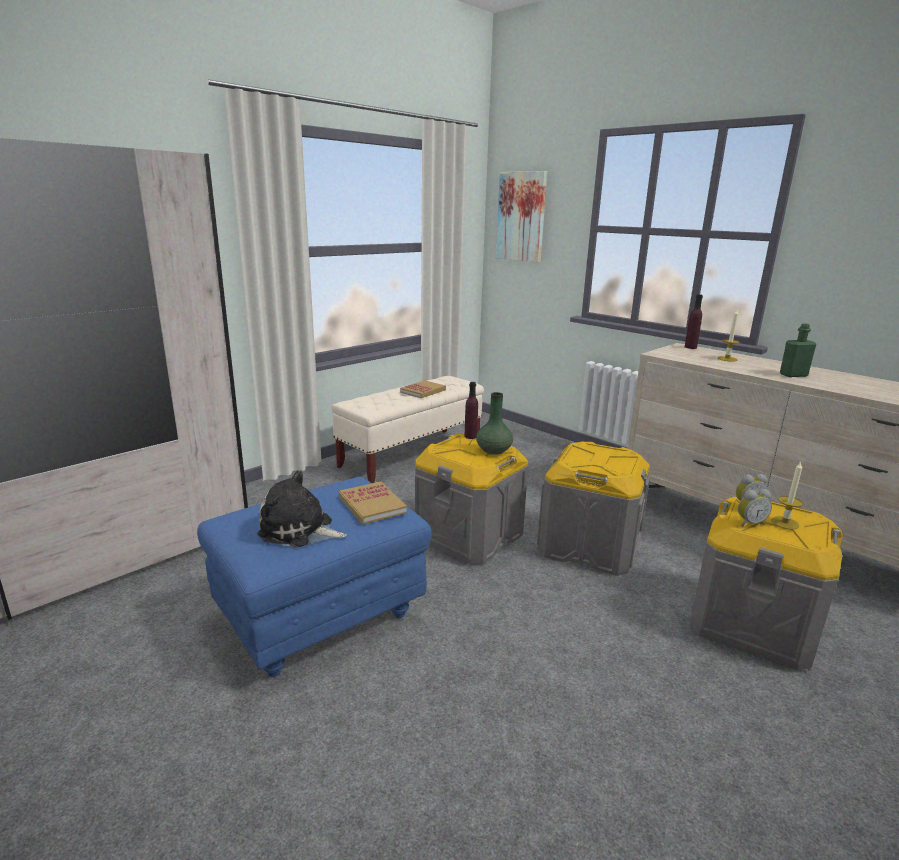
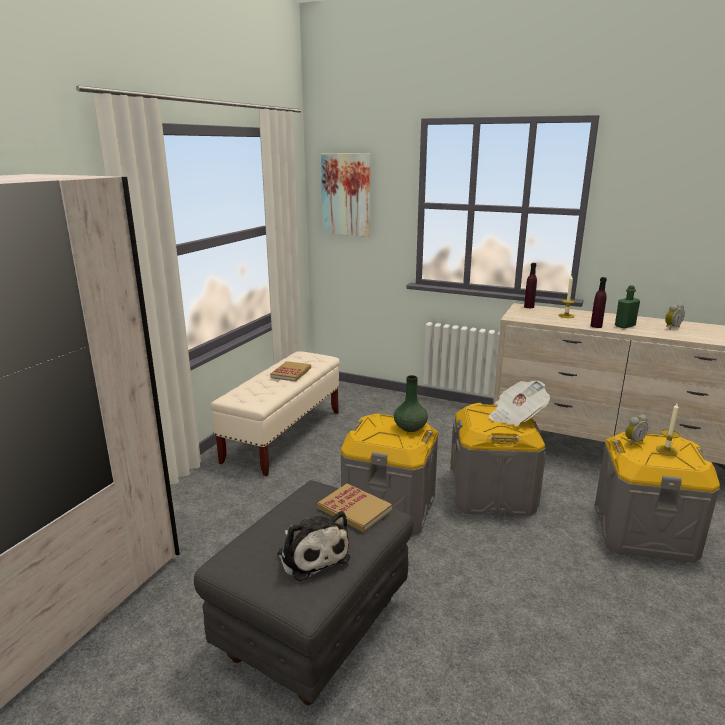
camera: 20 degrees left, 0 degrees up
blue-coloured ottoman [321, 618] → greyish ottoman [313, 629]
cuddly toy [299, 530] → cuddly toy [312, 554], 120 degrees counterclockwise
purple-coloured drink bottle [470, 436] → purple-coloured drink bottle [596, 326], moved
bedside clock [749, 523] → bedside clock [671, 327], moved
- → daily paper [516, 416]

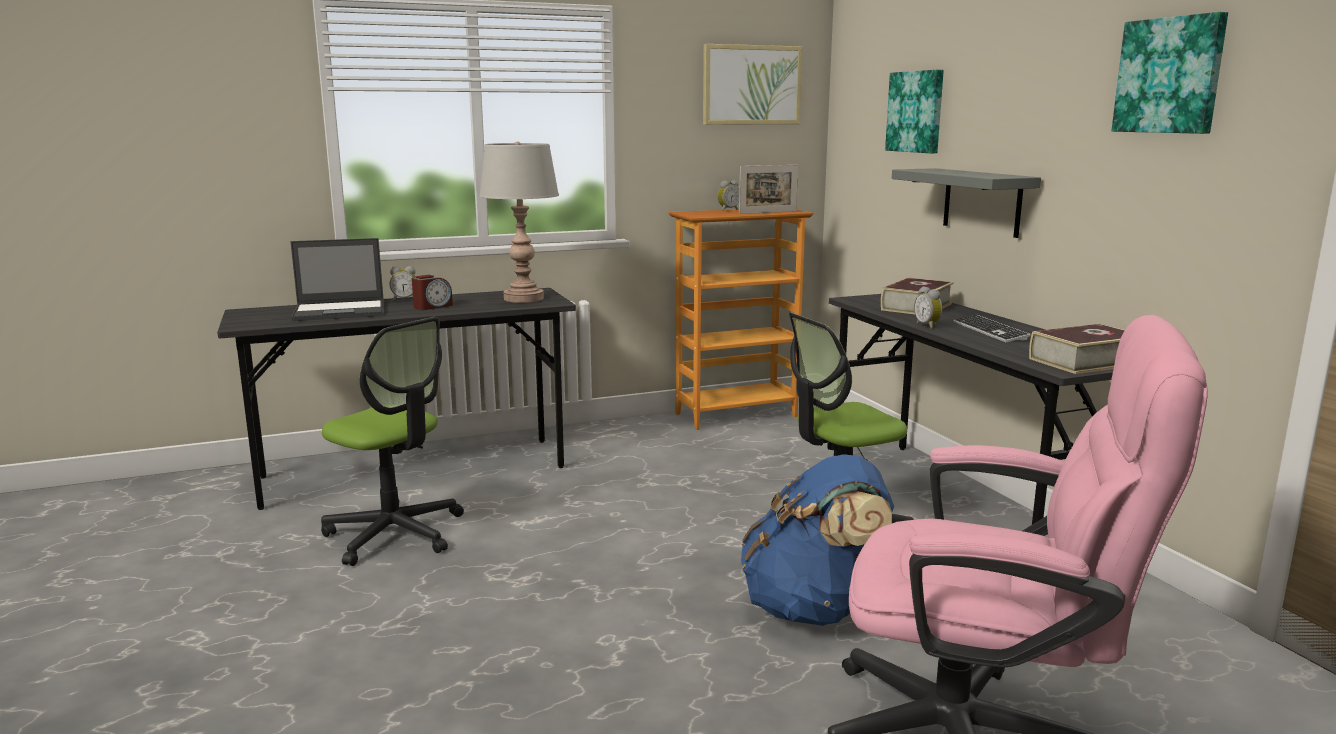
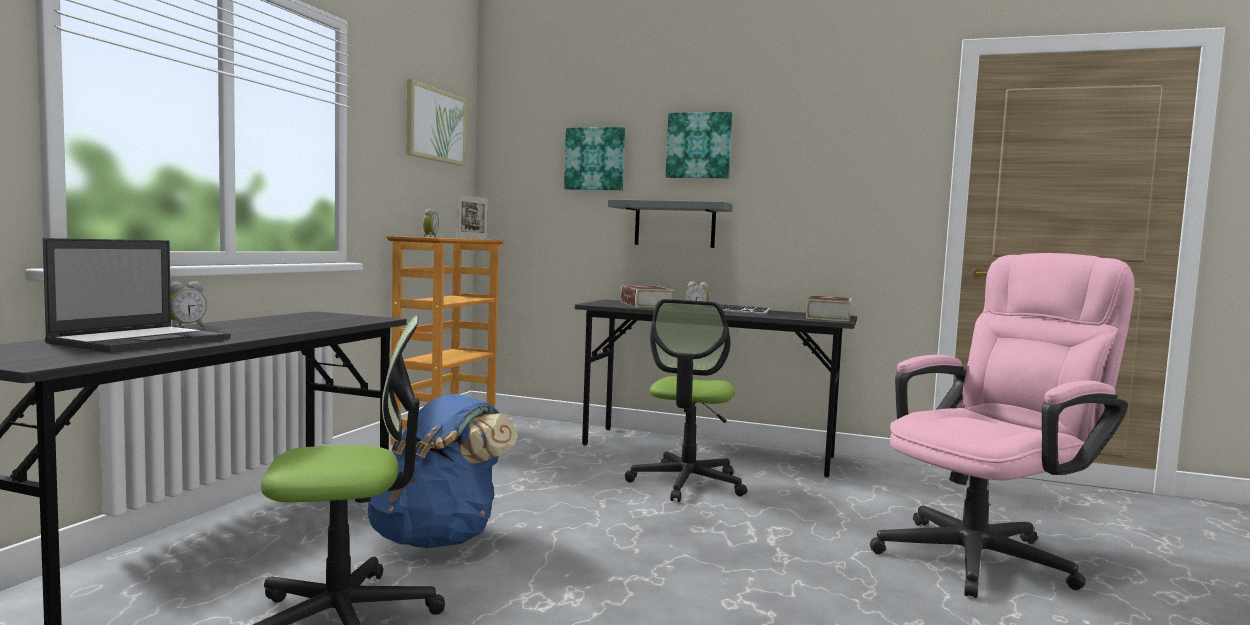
camera: 50 degrees left, 10 degrees down
bedside clock [432, 306] → -
greyish lamp for a table [523, 298] → -
blue-coloured rucksack [813, 608] → blue-coloured rucksack [438, 538], moved
wall art [1170, 75] → wall art [699, 145], moved

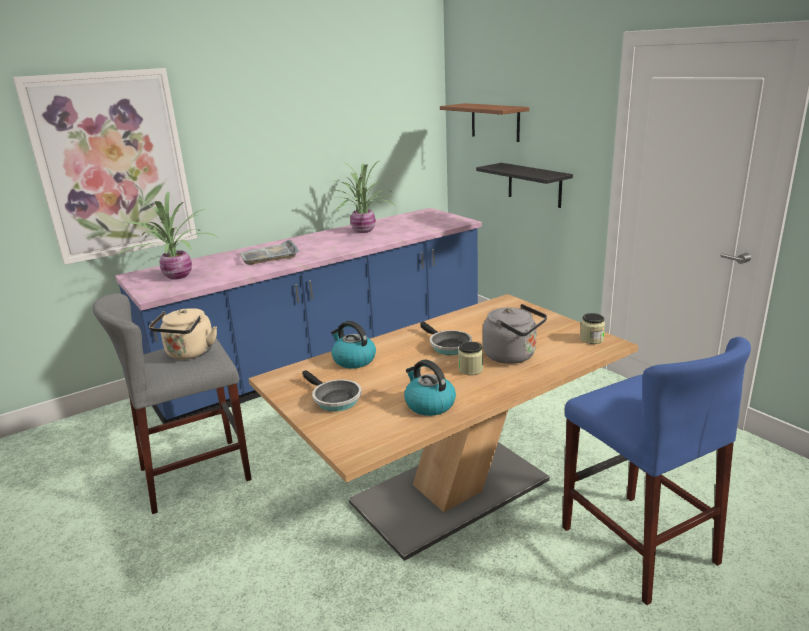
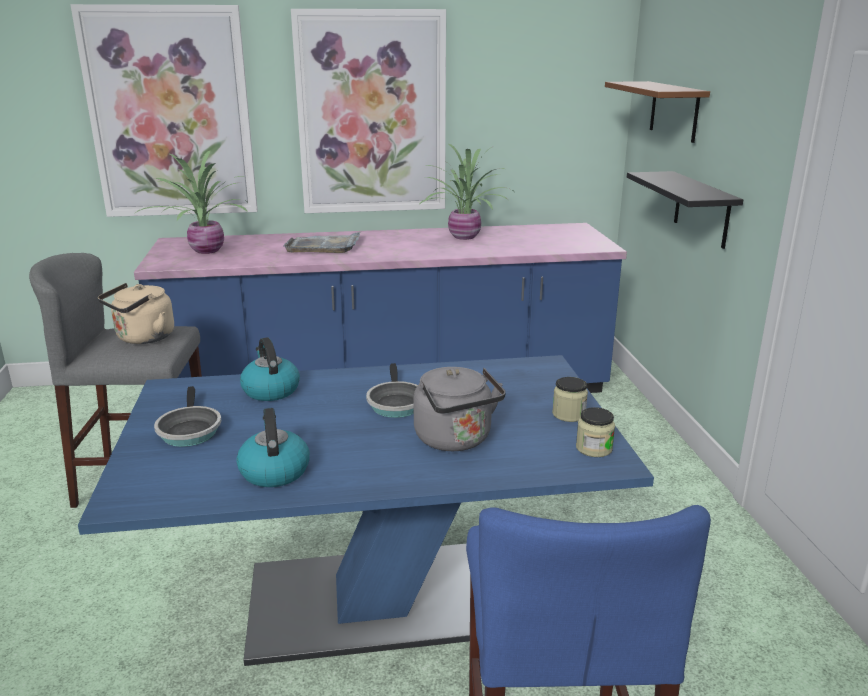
camera: 25 degrees right, 0 degrees up
brown kitchen table [450, 491] → blue-coloured kitchen table [376, 600]
jar [470, 369] → jar [569, 414], moved
- → wall art [372, 114]

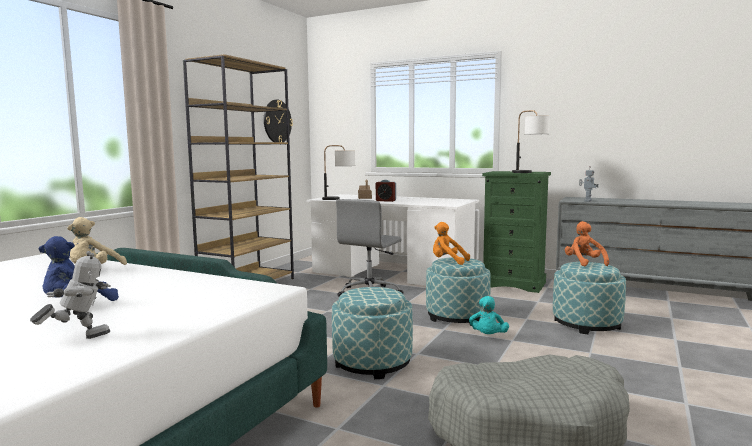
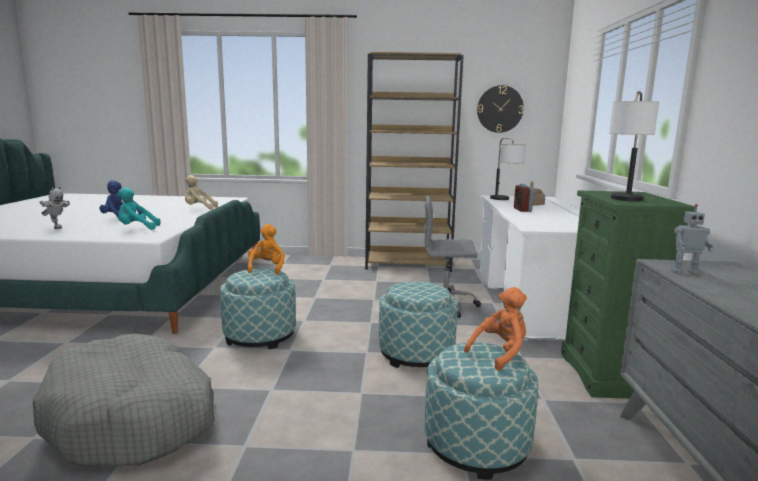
camera: 65 degrees right, 5 degrees up
orange-coloured cuddly toy [447, 262] → orange-coloured cuddly toy [266, 268], moved
turquoise cuddly toy [488, 336] → turquoise cuddly toy [136, 228], moved

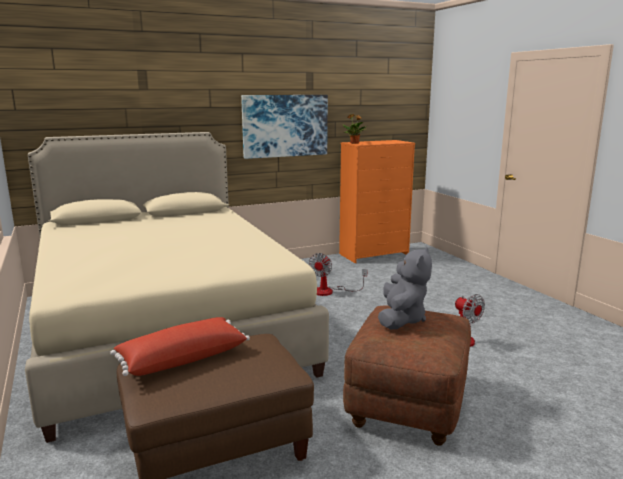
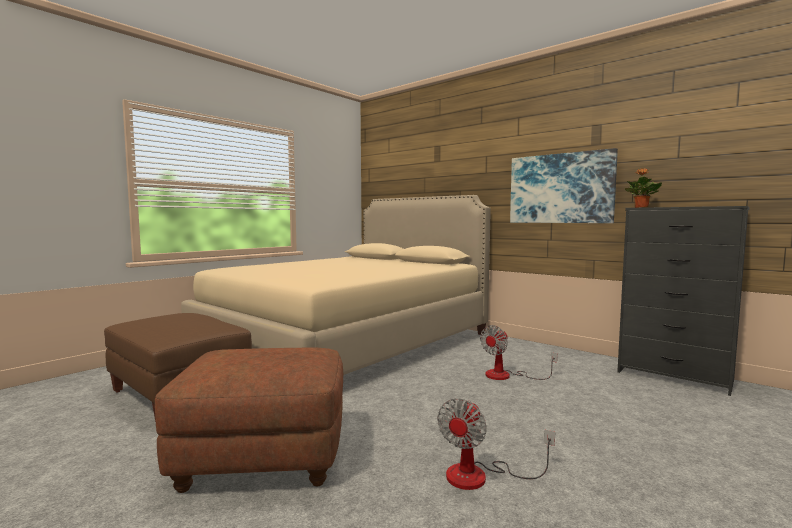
camera: 65 degrees right, 10 degrees down
red-coloured throw pillow [182, 358] → -
fan [330, 291] → fan [507, 376], 45 degrees counterclockwise
orange-coloured dresser [374, 254] → blackish dresser [675, 376]
greyish cuddly toy [401, 319] → -

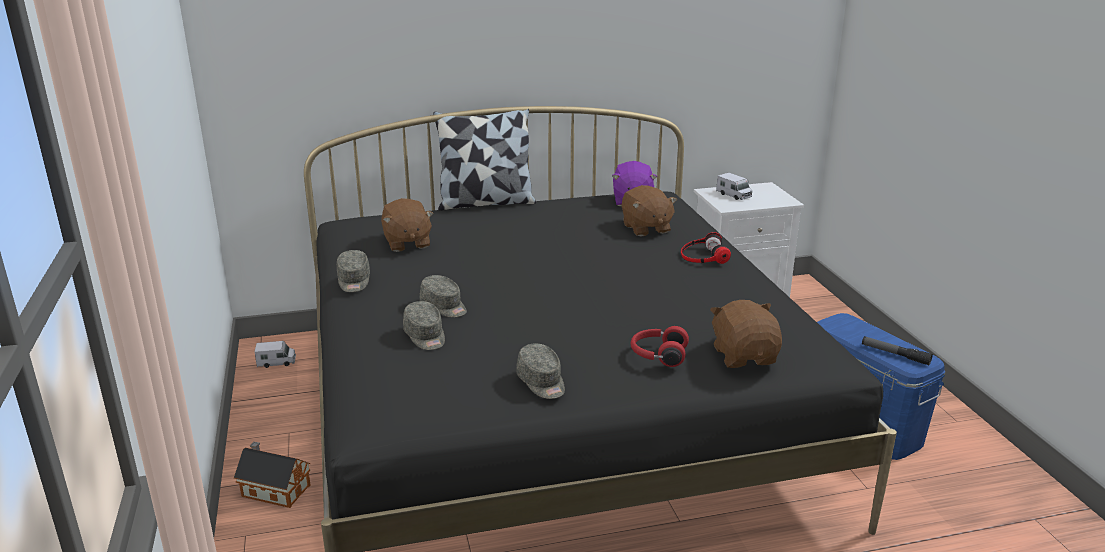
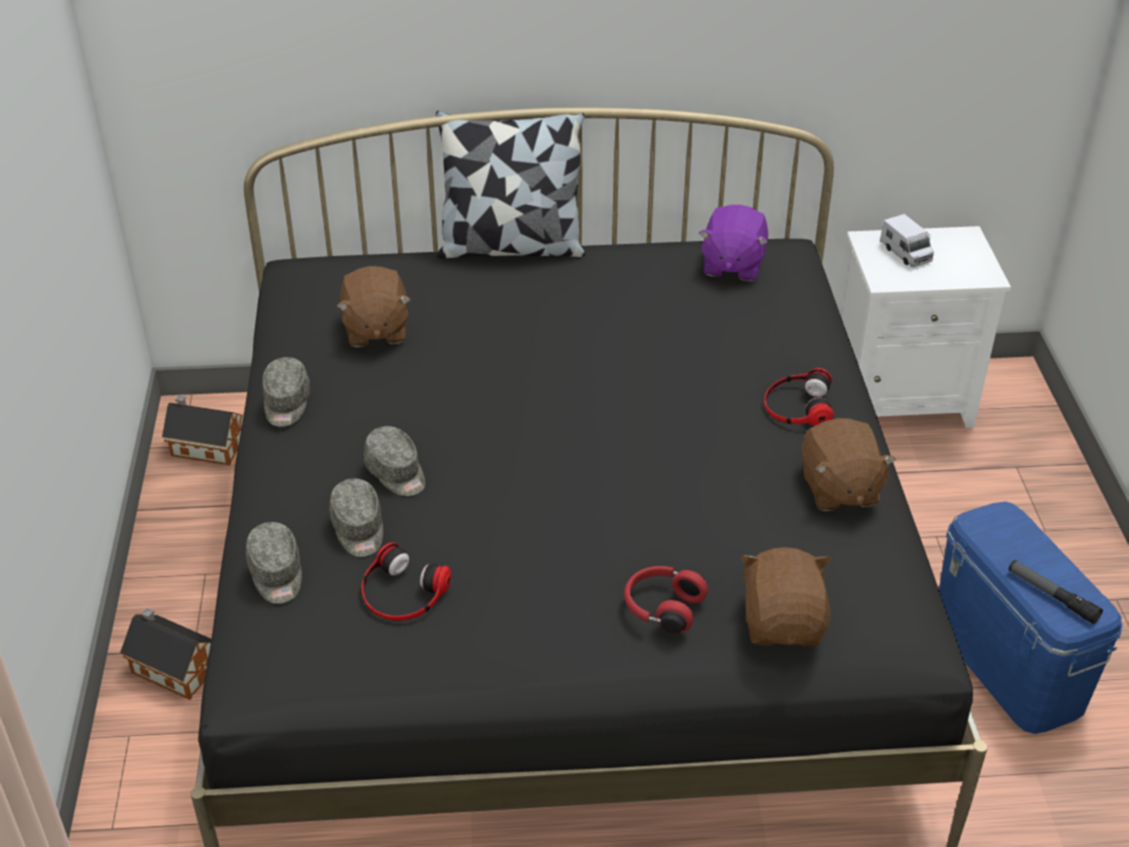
camera: 10 degrees right, 15 degrees up
toy lorry [276, 362] → model house [205, 446]
greyish cap [542, 382] → greyish cap [276, 574], moved
brown cuddly toy [646, 228] → brown cuddly toy [839, 489], moved
- → pair of headphones [402, 593]

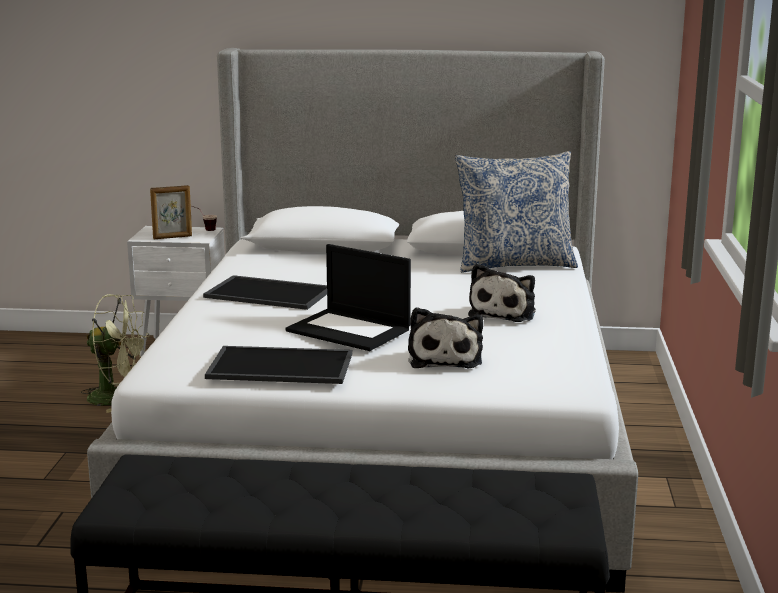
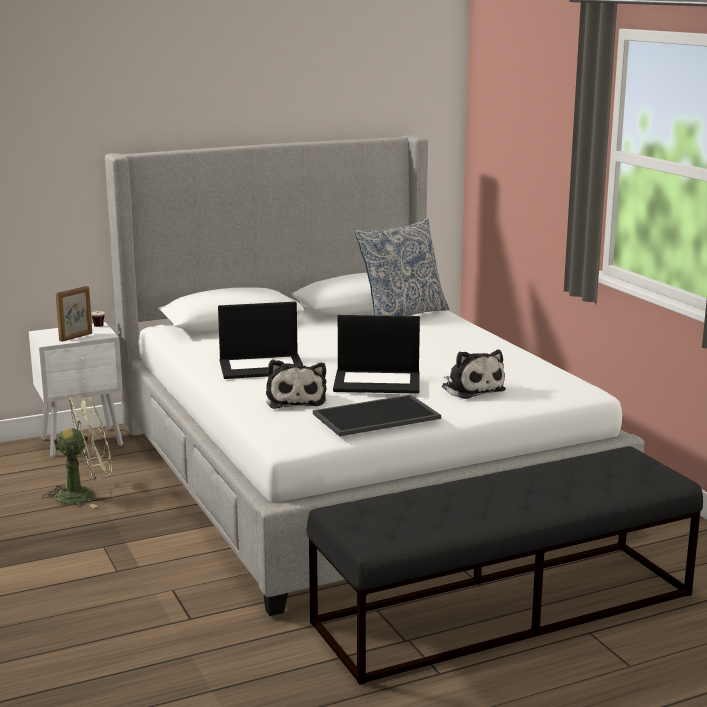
camera: 30 degrees left, 0 degrees up
tray [270, 293] → notebook computer [262, 366]
cuddly toy [504, 313] → cuddly toy [295, 399], moved

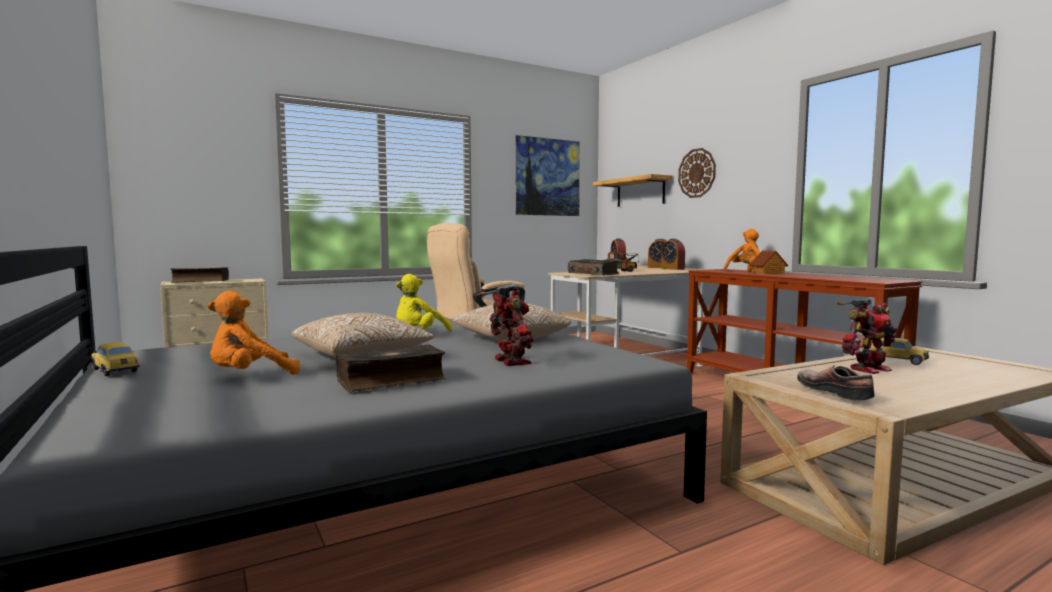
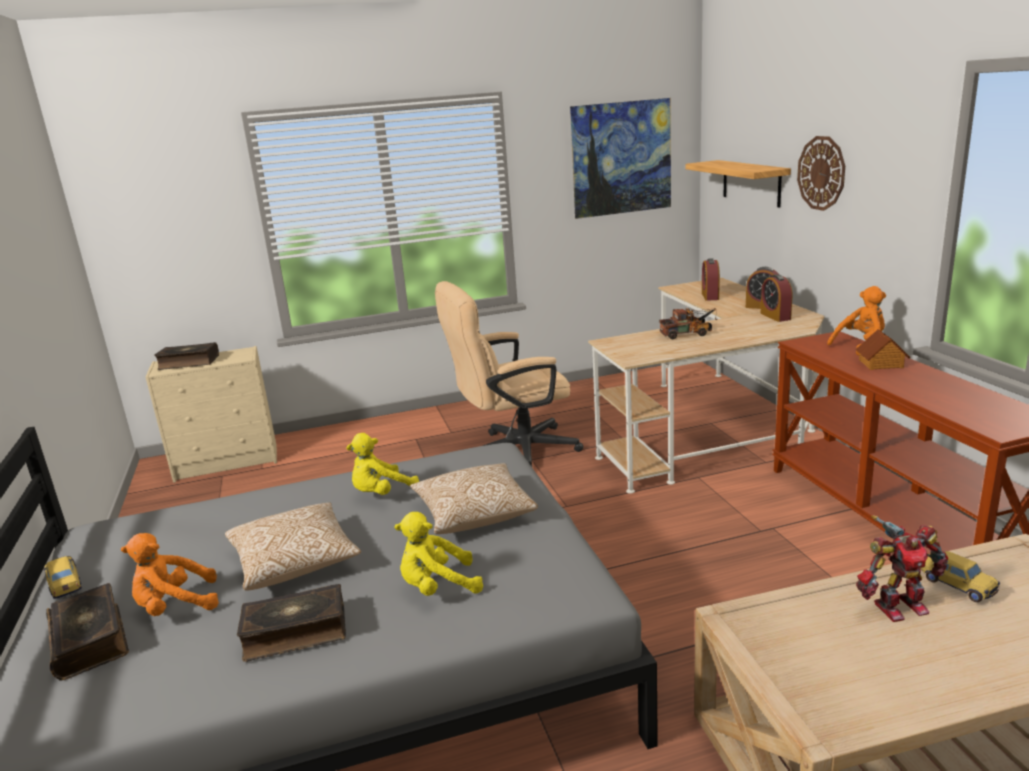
camera: 15 degrees right, 15 degrees up
model robot [509, 362] → yellow cuddly toy [437, 587]
volume [593, 273] → volume [91, 640], moved
low shoe [836, 391] → -

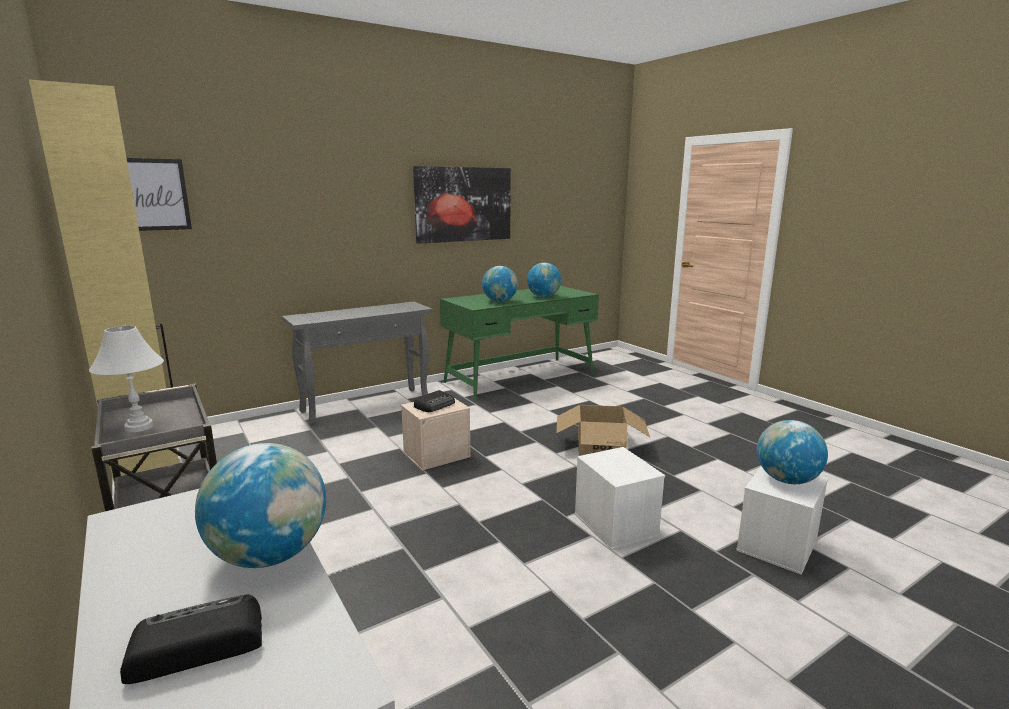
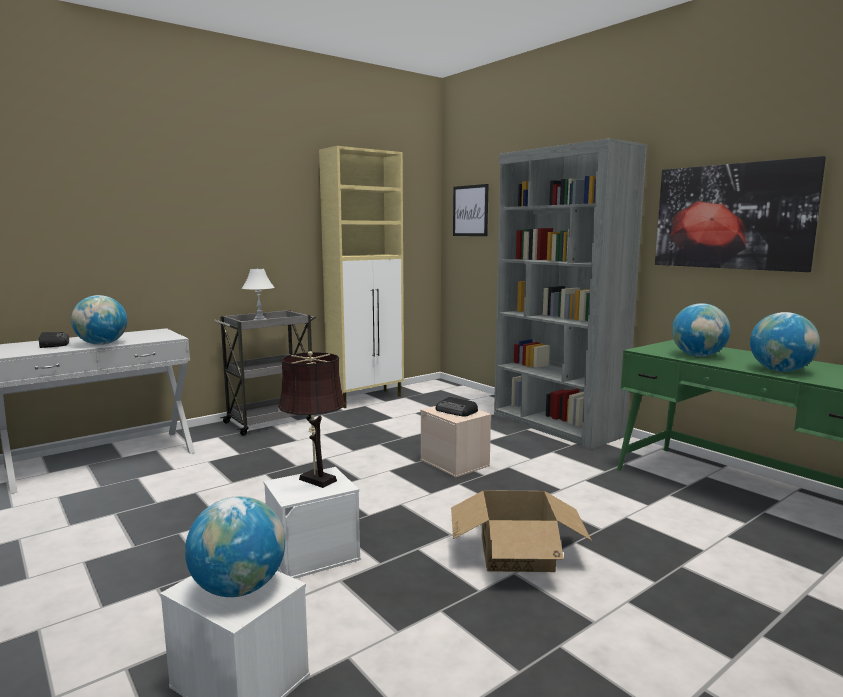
camera: 85 degrees right, 5 degrees down
greyish narrow table [367, 405] → greyish shelving unit [556, 425]
- → brown lamp for a table [315, 479]

